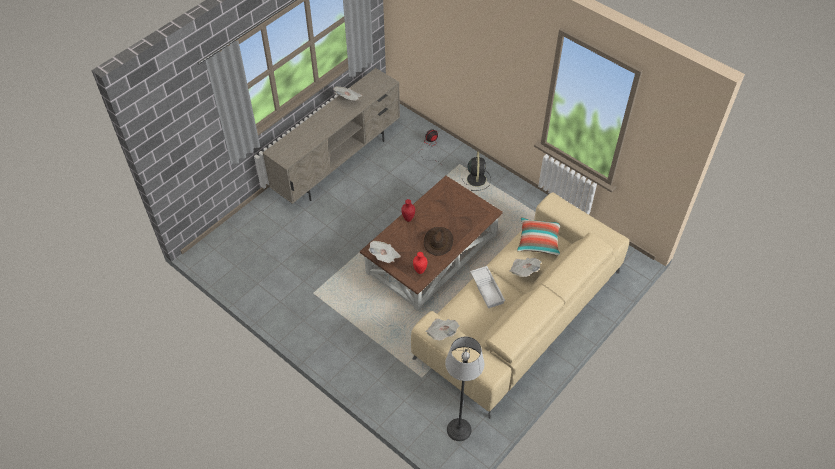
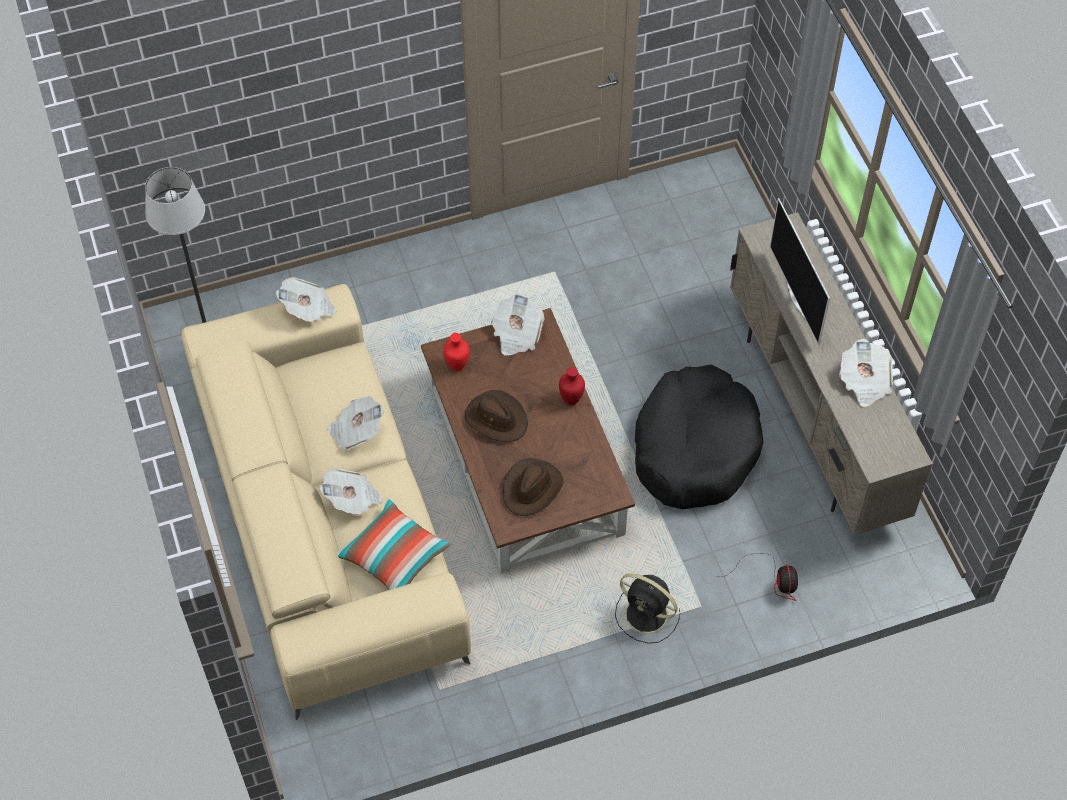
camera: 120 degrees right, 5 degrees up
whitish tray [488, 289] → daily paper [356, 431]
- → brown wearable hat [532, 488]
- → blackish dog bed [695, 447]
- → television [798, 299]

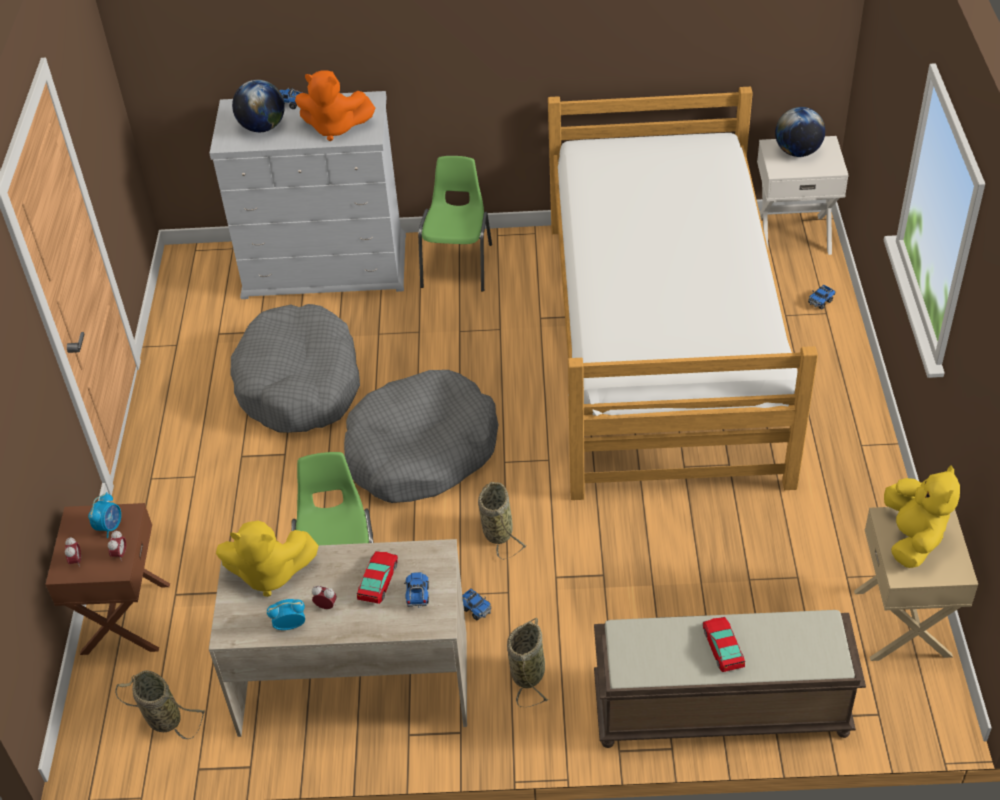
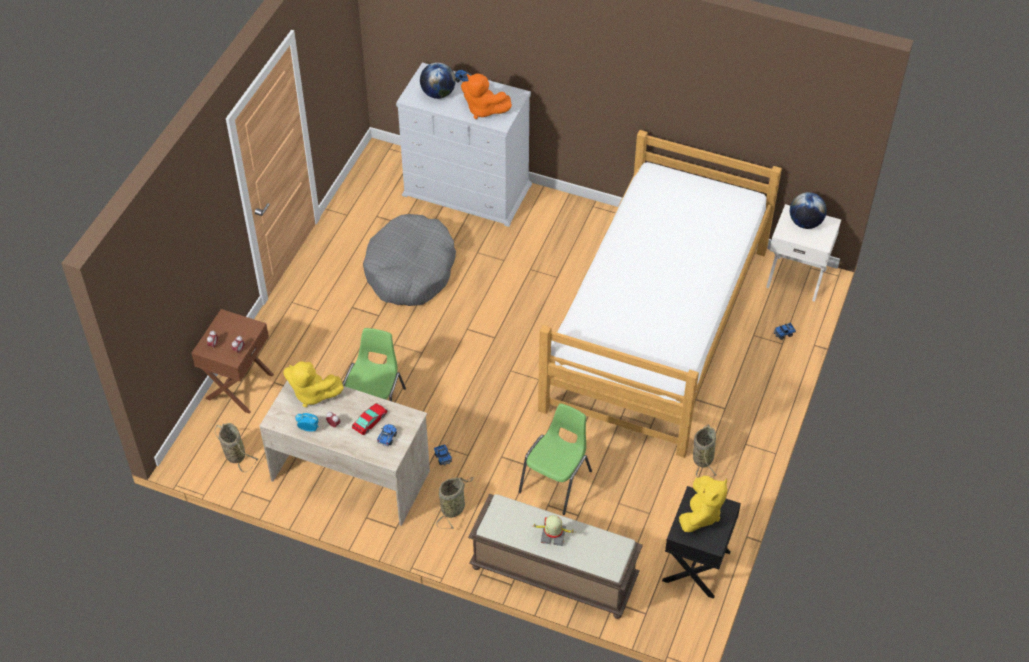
camera: 20 degrees right, 5 degrees up
bedside clock [110, 527] → -
greyish dog bed [421, 451] → -
green-coloured plain chair [458, 265] → green-coloured plain chair [557, 481], moved
storage basket [497, 530] → storage basket [703, 457], moved
miniature car [723, 648] → model robot [553, 536]
sand-coloured nightstand [904, 623] → blackish nightstand [697, 566]

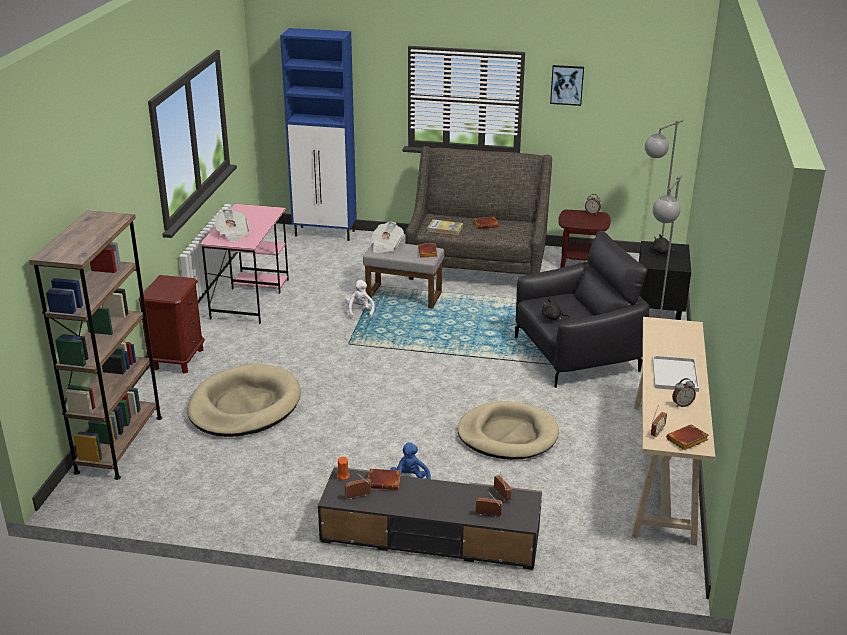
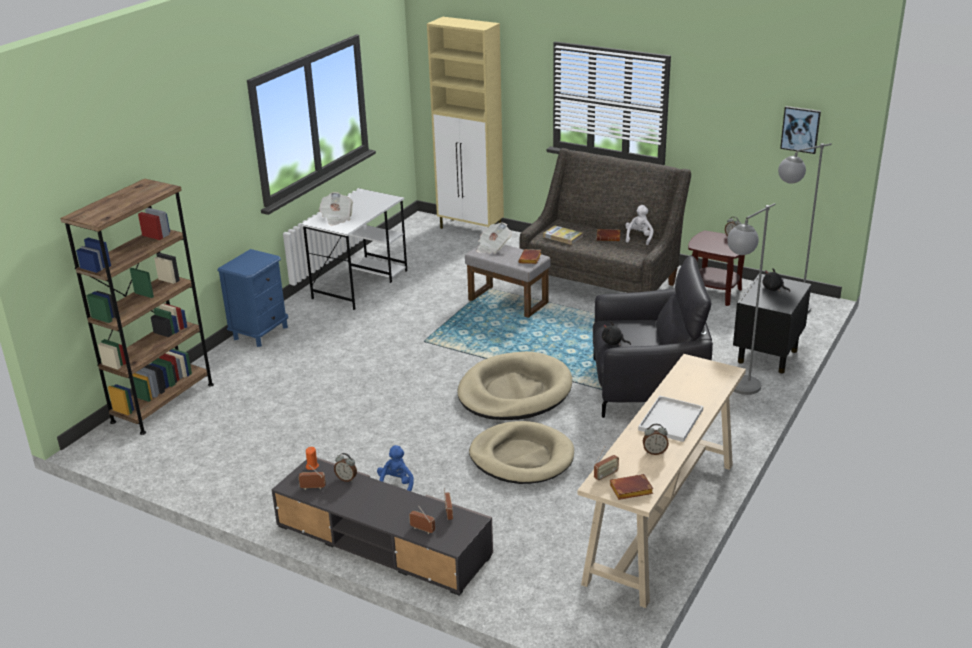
camera: 20 degrees right, 0 degrees up
brown nightstand [178, 359] → blue-coloured nightstand [260, 332]
sand-coloured dog bed [244, 406] → sand-coloured dog bed [514, 392], moved
pinkish desk table [250, 298] → whitish desk table [361, 284]
blue-coloured cupboard [325, 234] → sand-coloured cupboard [471, 229]
whitish cuddly toy [360, 311] → whitish cuddly toy [639, 238], moved
brown volume [385, 481] → bedside clock [346, 479]
wall art [567, 85] → wall art [800, 129], moved

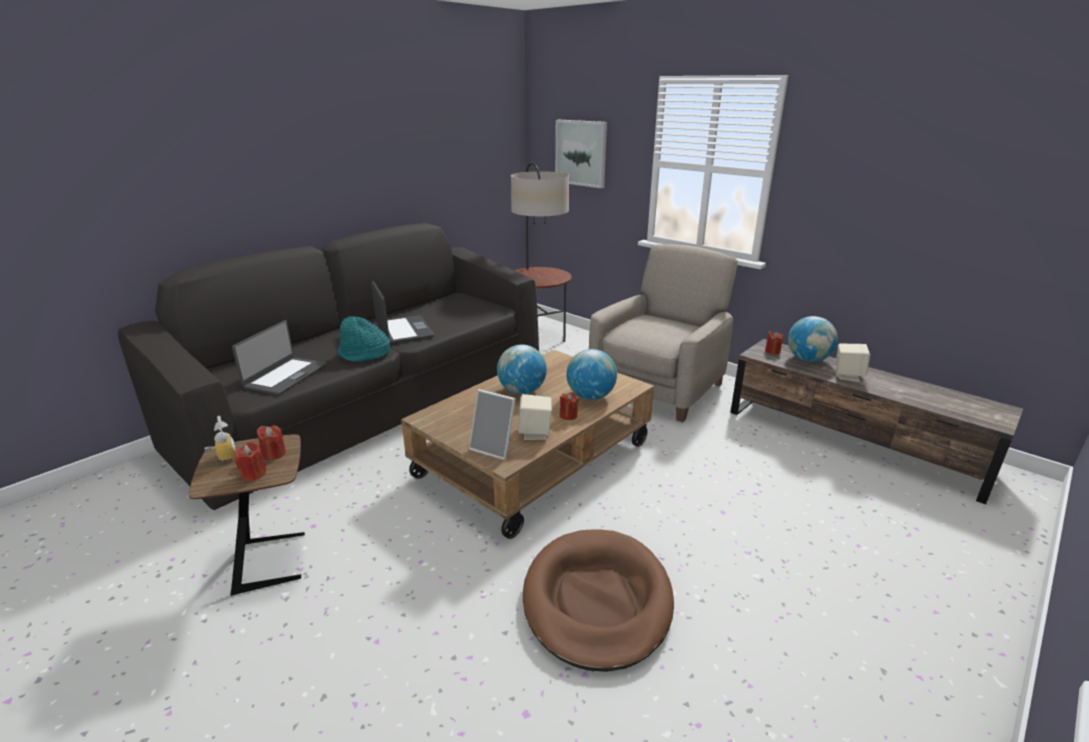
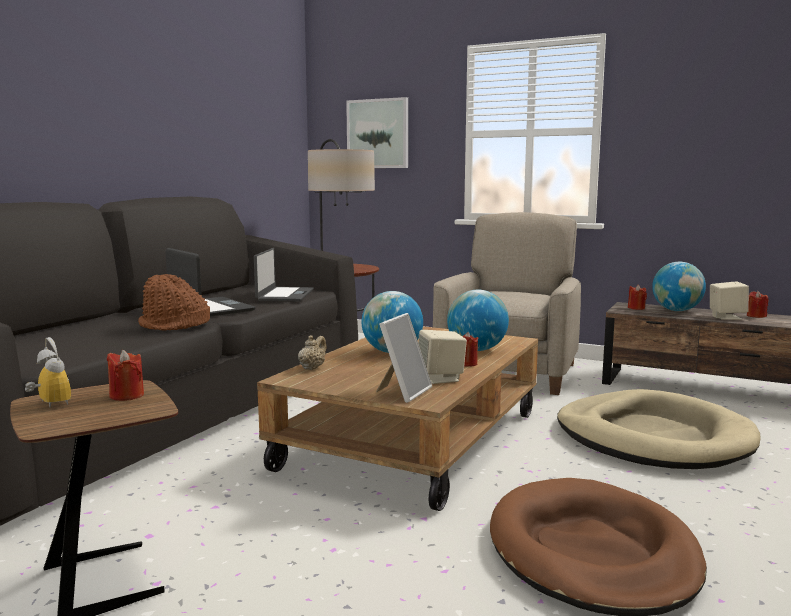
camera: 15 degrees left, 15 degrees down
notebook computer [285, 376] → notebook computer [284, 295], moved
red-coloured wax candle [253, 474] → red-coloured wax candle [756, 316], moved
turquoise wearable hat [364, 354] → brown wearable hat [174, 326]
picture frame [495, 448] → picture frame [403, 392], 75 degrees counterclockwise
- → sand-coloured teapot [312, 368]
- → sand-coloured dog bed [653, 437]

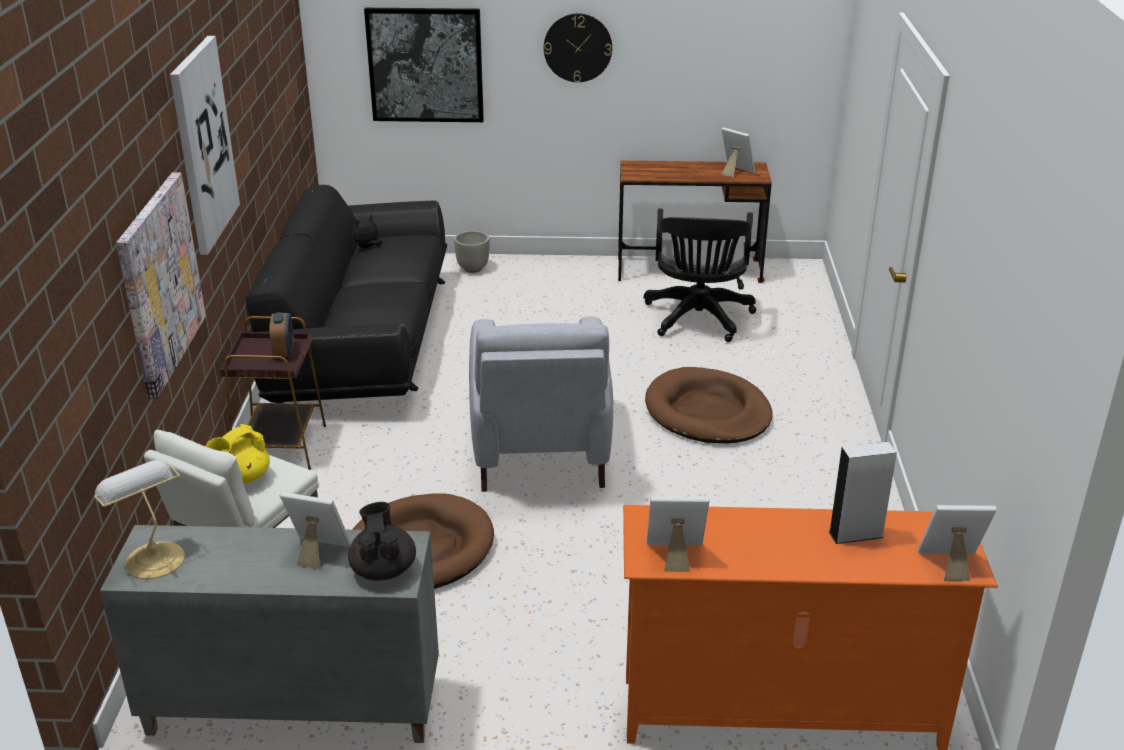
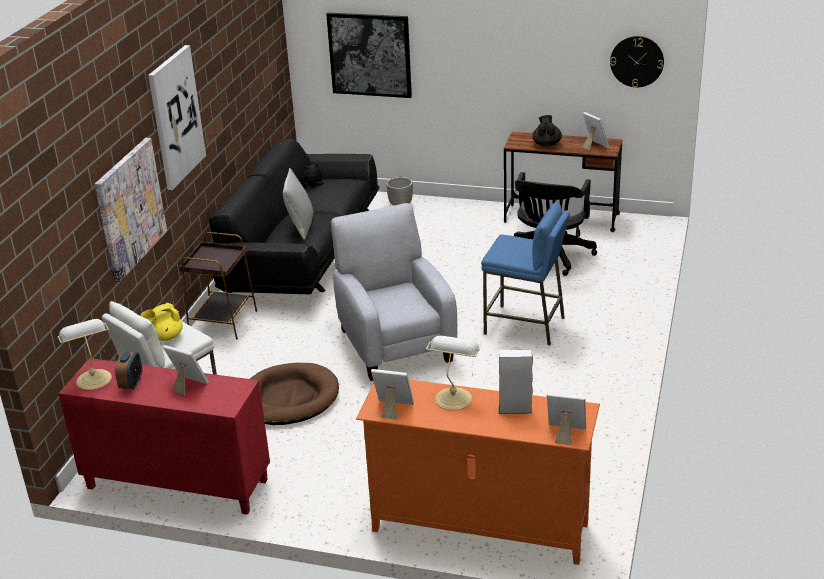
camera: 15 degrees right, 0 degrees up
greyish cupboard [291, 708] → red-coloured cupboard [175, 484]
bedside clock [284, 351] → bedside clock [131, 383], moved
blackish teapot [383, 569] → blackish teapot [546, 144], moved
greyish armchair [540, 451] → greyish armchair [394, 342], 150 degrees clockwise
clock on the wall [578, 47] → clock on the wall [637, 61], moved
brown dog bed [707, 412] → blue-coloured stool seat [525, 326]
- → greyish throw pillow [300, 226]
- → lamp for a table [454, 397]

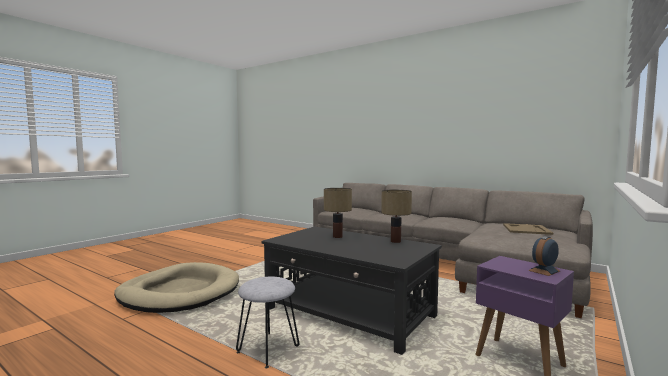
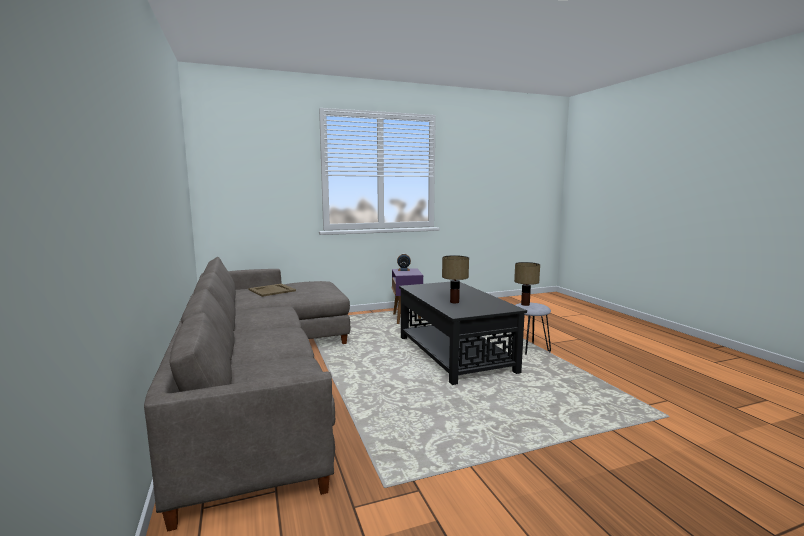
camera: 145 degrees left, 5 degrees up
sand-coloured dog bed [180, 292] → -
lamp for a table [395, 241] → lamp for a table [525, 304], moved

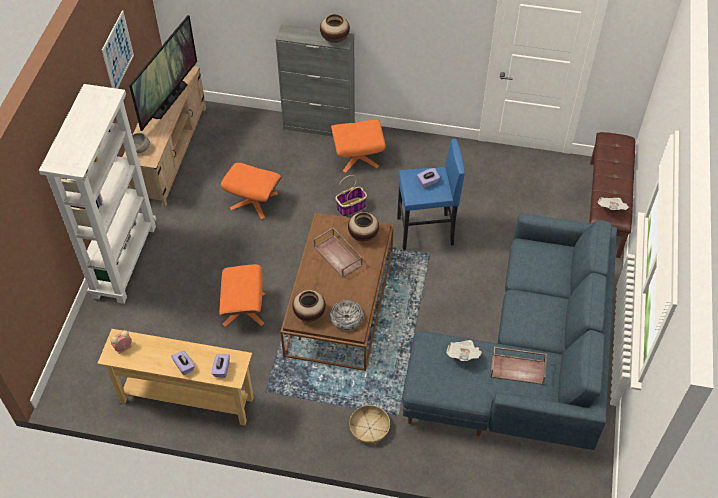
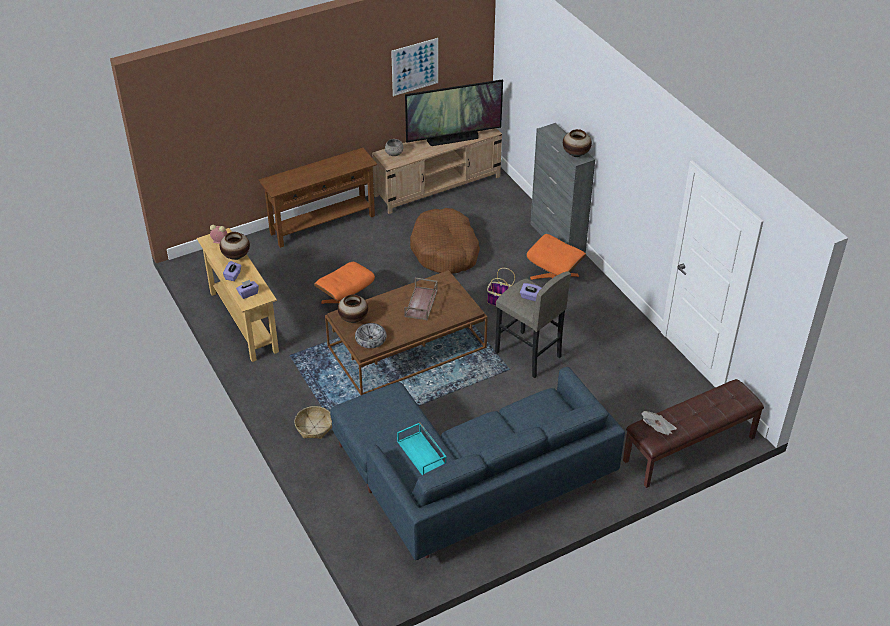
camera: 50 degrees right, 10 degrees down
whitish shelving unit [124, 260] → brown narrow table [322, 224]
orange-coloured ottoman [253, 201] → brown dog bed [445, 250]
decorative vase [363, 235] → decorative vase [236, 256], moved
blue-coloured stool seat [425, 231] → greyish stool seat [528, 355]
daily paper [463, 355] → -
brown tray [518, 368] → turquoise tray [422, 454]

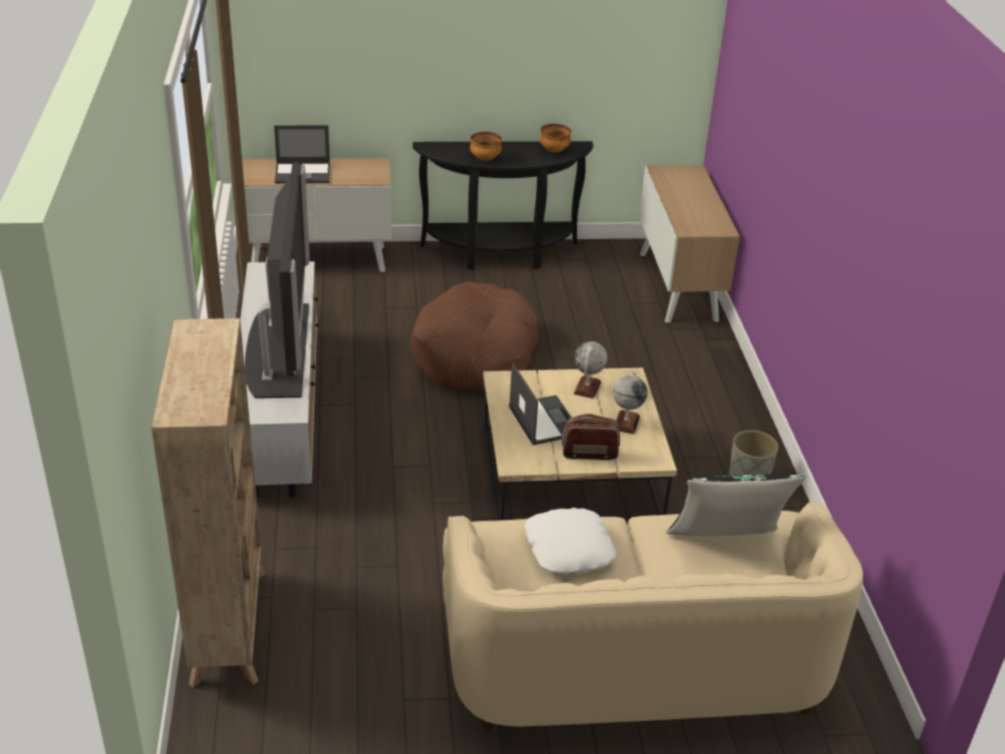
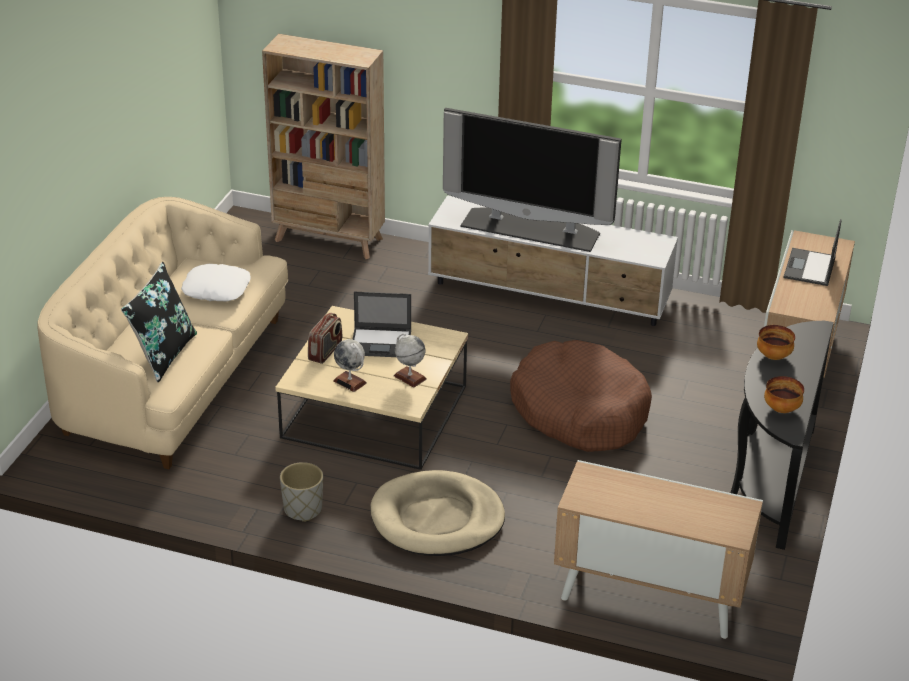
camera: 115 degrees right, 0 degrees up
- → sand-coloured dog bed [437, 519]

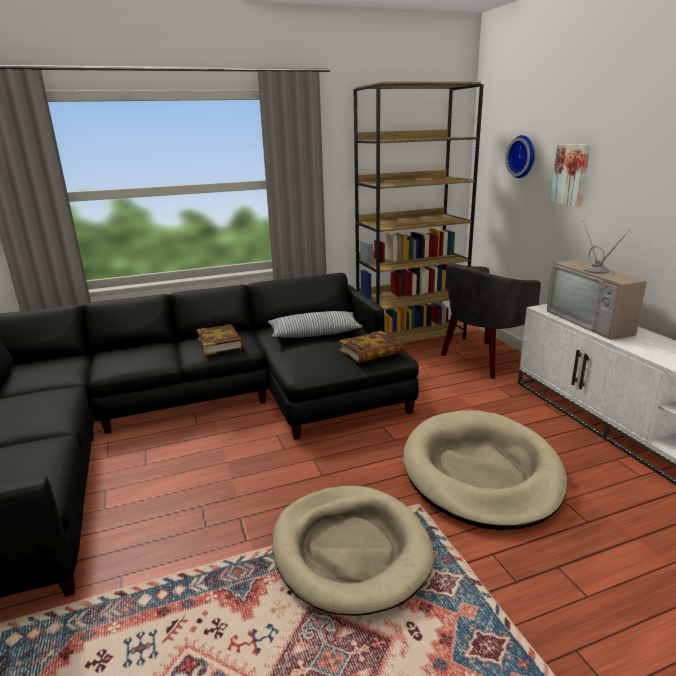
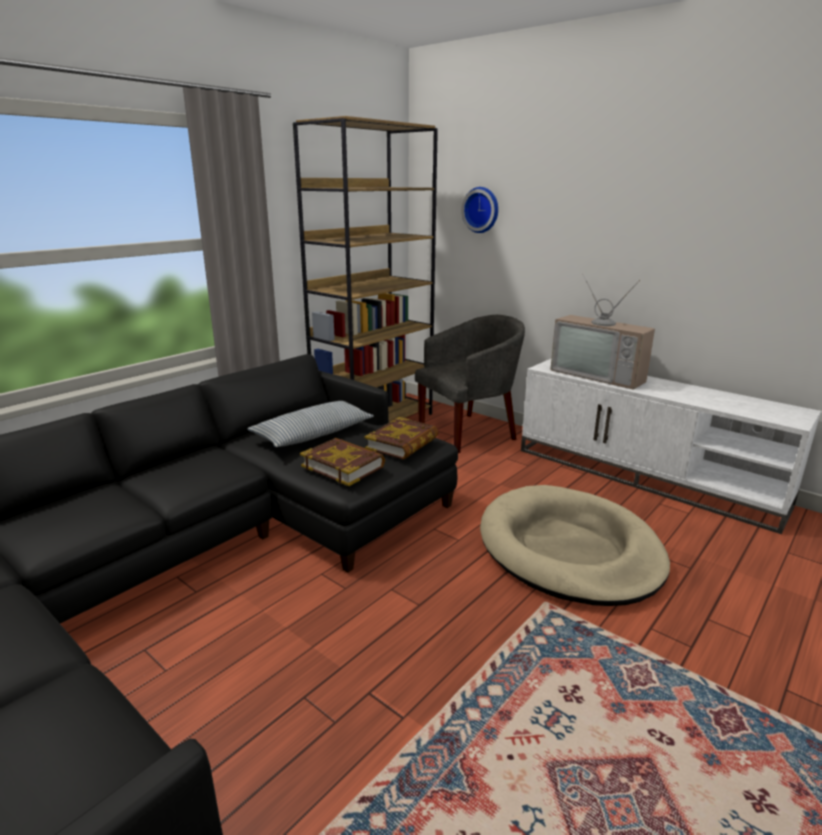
camera: 30 degrees left, 0 degrees up
volume [220, 343] → volume [343, 466], moved
sand-coloured dog bed [350, 550] → -
greyish armchair [484, 359] → greyish armchair [469, 432], 150 degrees counterclockwise
wall art [571, 174] → -

